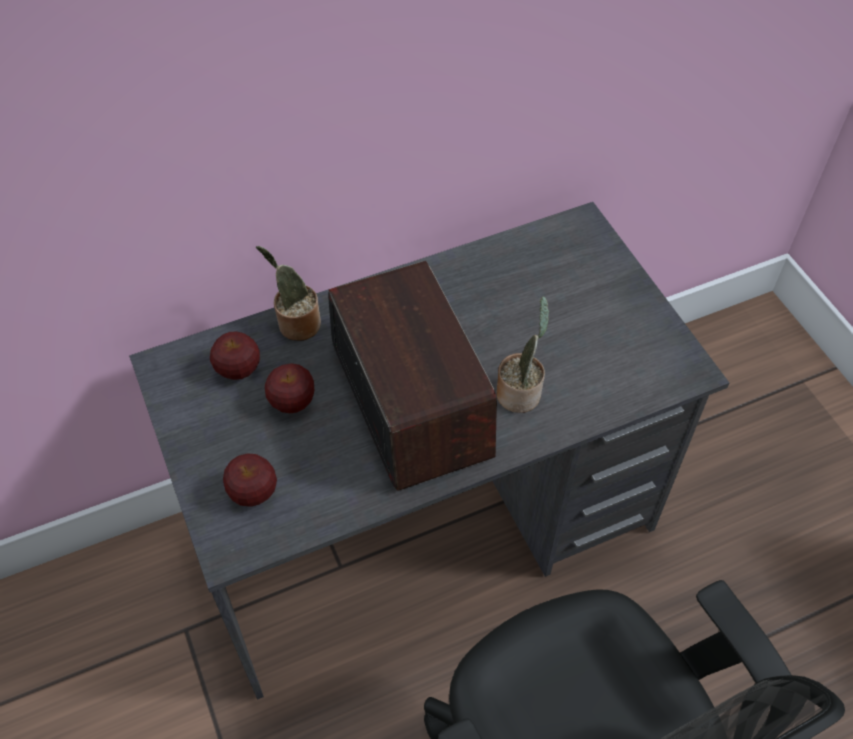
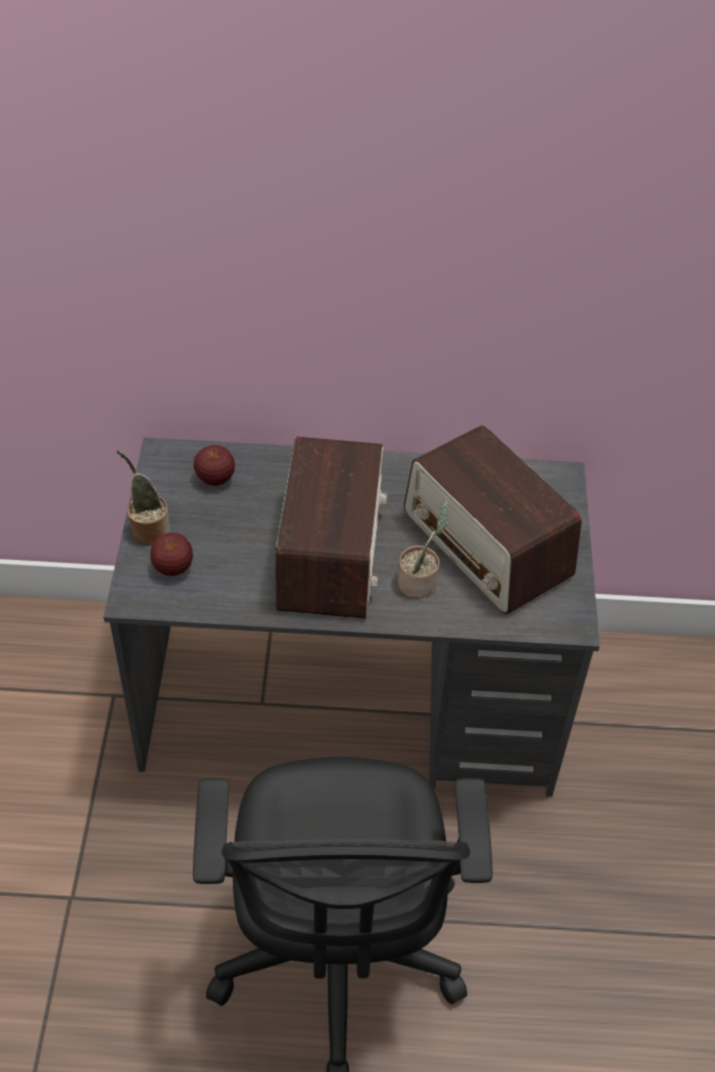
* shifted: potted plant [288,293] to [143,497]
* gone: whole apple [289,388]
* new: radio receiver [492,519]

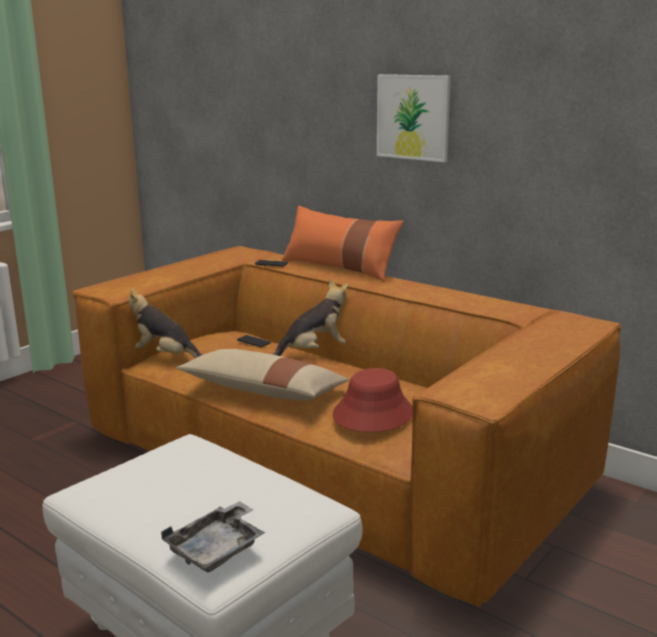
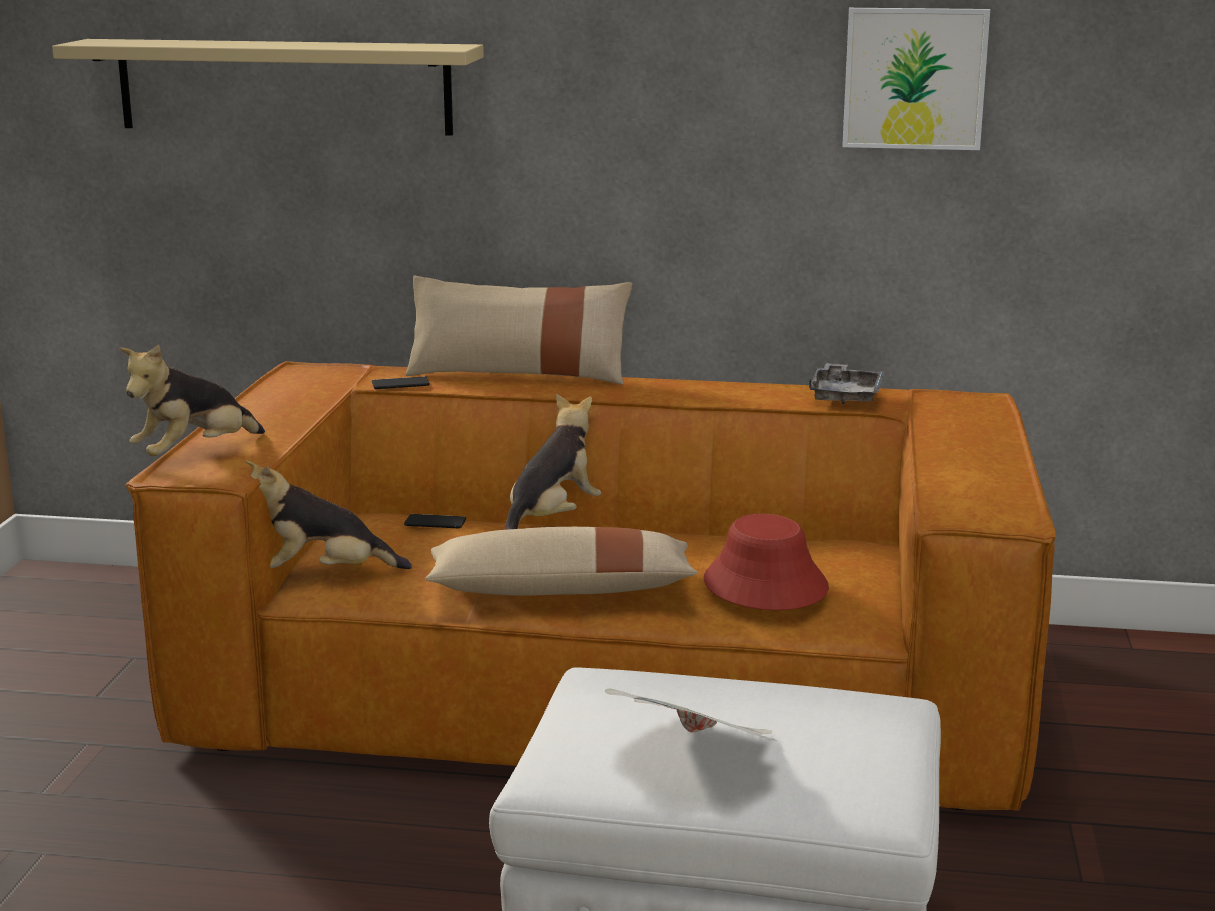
* shifted: picture [414,118] to [916,79]
* repainted: orangey cushion [342,243] to sand-coloured cushion [519,330]
* shifted: greyish serving tray [213,536] to [847,383]
* new: sand-coloured shelf [268,87]
* new: soft toy [192,400]
* new: daily paper [691,714]

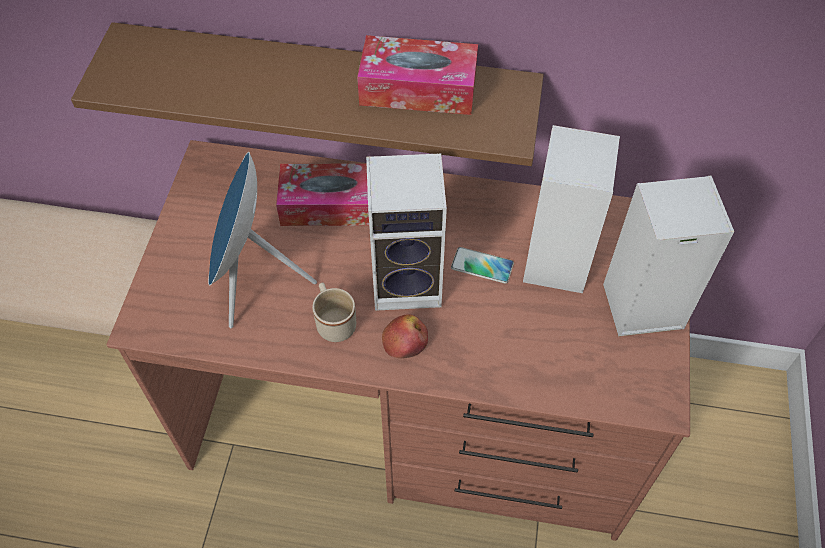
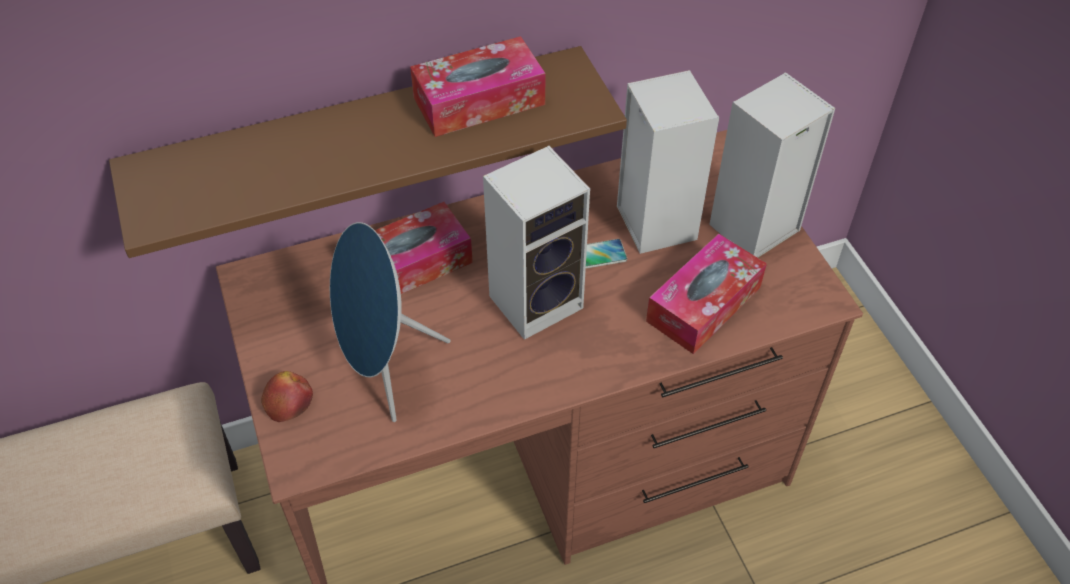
* gone: sand-coloured tea mug [334,312]
* shifted: whole apple [405,336] to [287,396]
* new: tissue box [706,294]

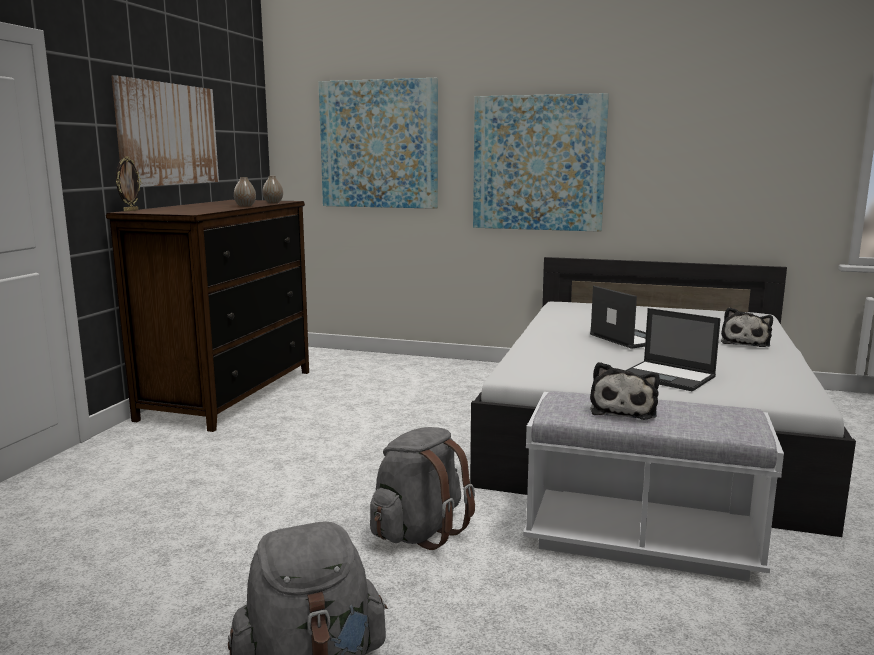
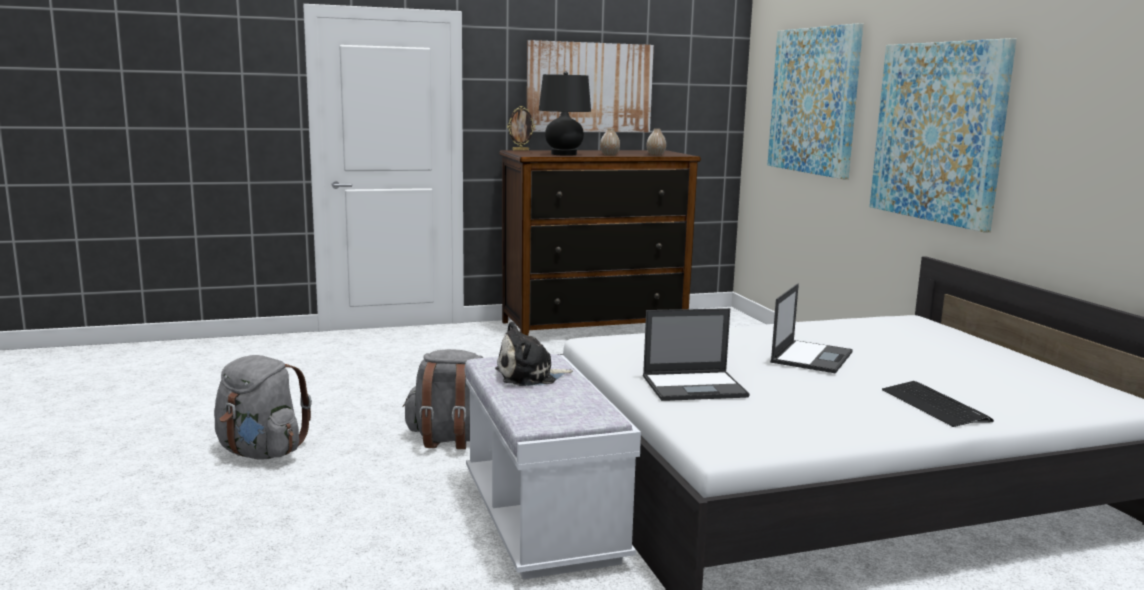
* swapped: soft toy [747,327] to computer keyboard [938,404]
* rotated: notebook computer [673,350] = [696,354] 105 degrees counterclockwise
* new: black lamp for a table [565,114]

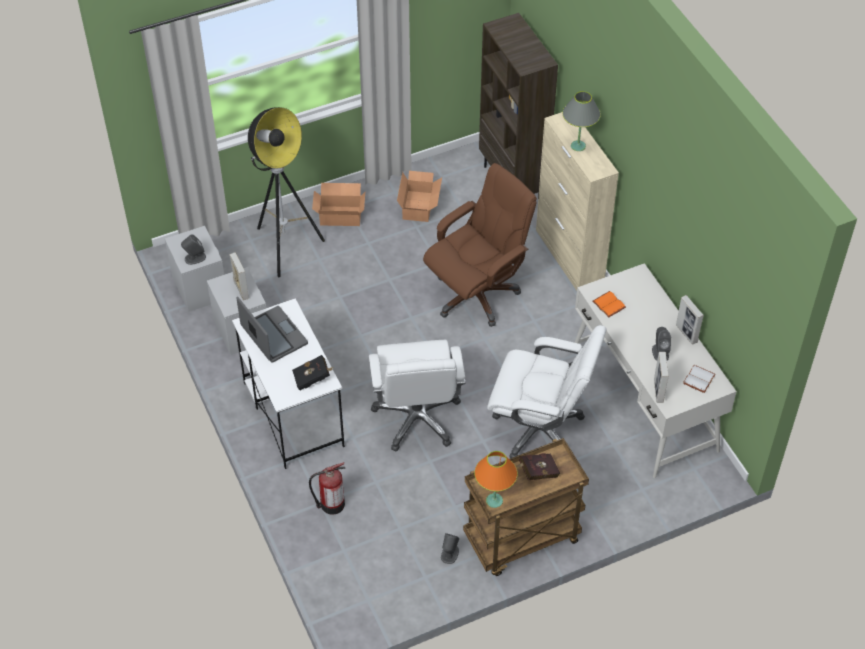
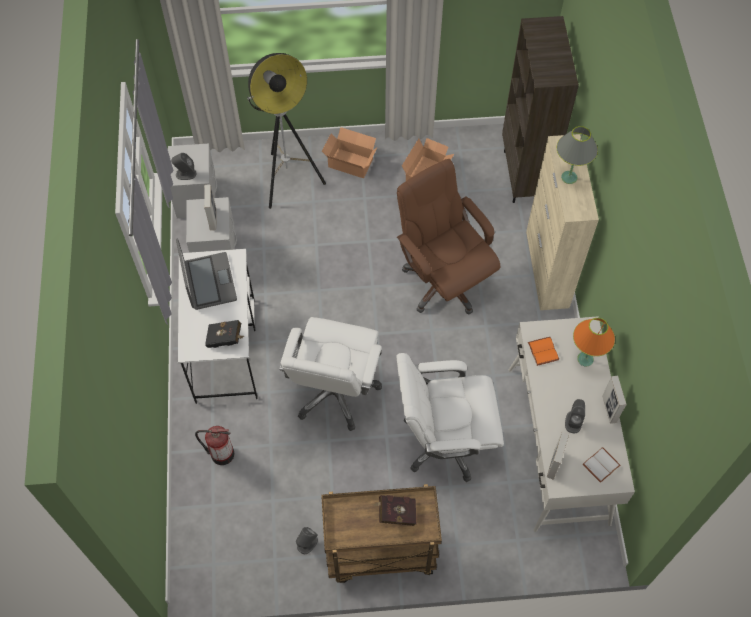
* rotated: brownish office chair [480,245] = [449,236] 105 degrees counterclockwise
* rotated: white office chair [546,391] = [450,417] 135 degrees clockwise
* shifted: orangey lamp for a table [496,479] to [594,342]

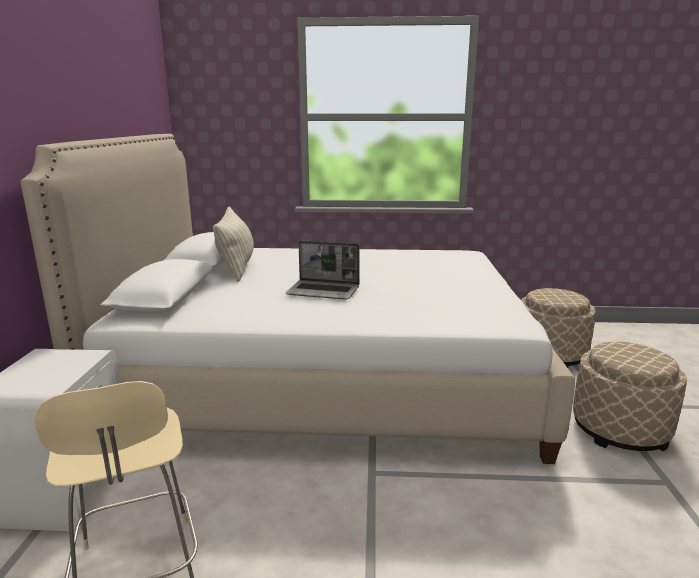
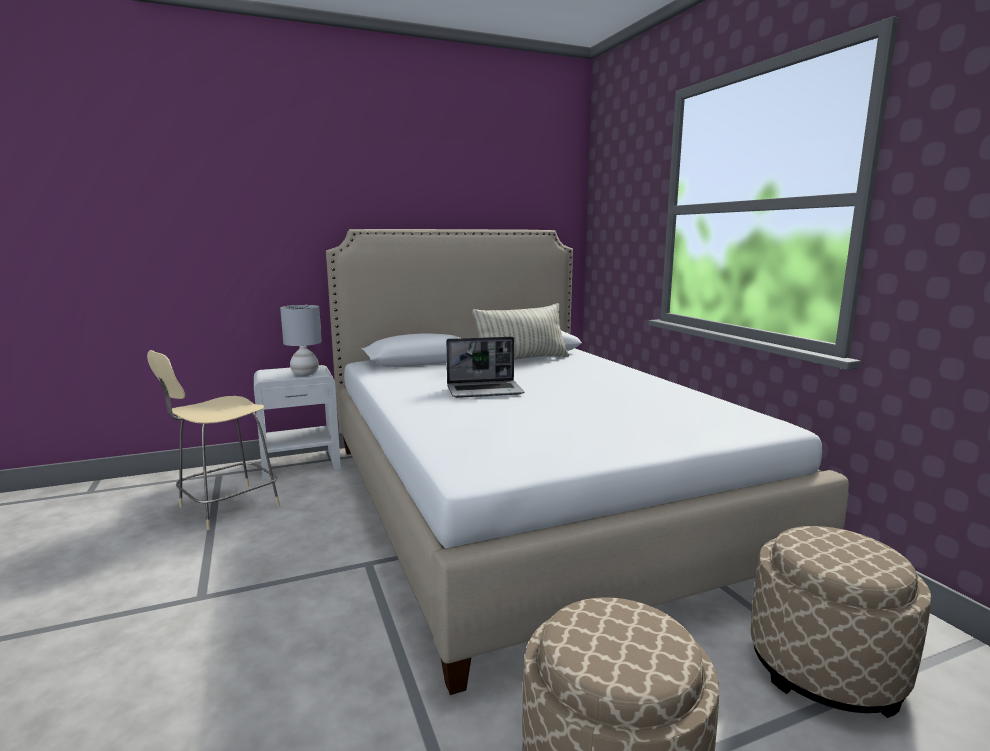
* rotated: notebook computer [322,270] = [485,367] 90 degrees counterclockwise
* new: greyish lamp for a table [301,340]

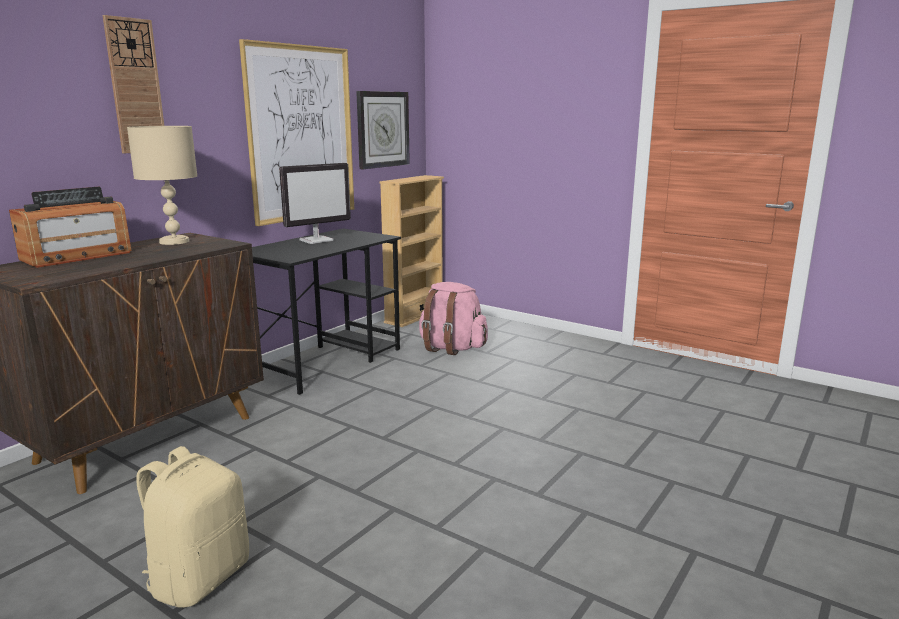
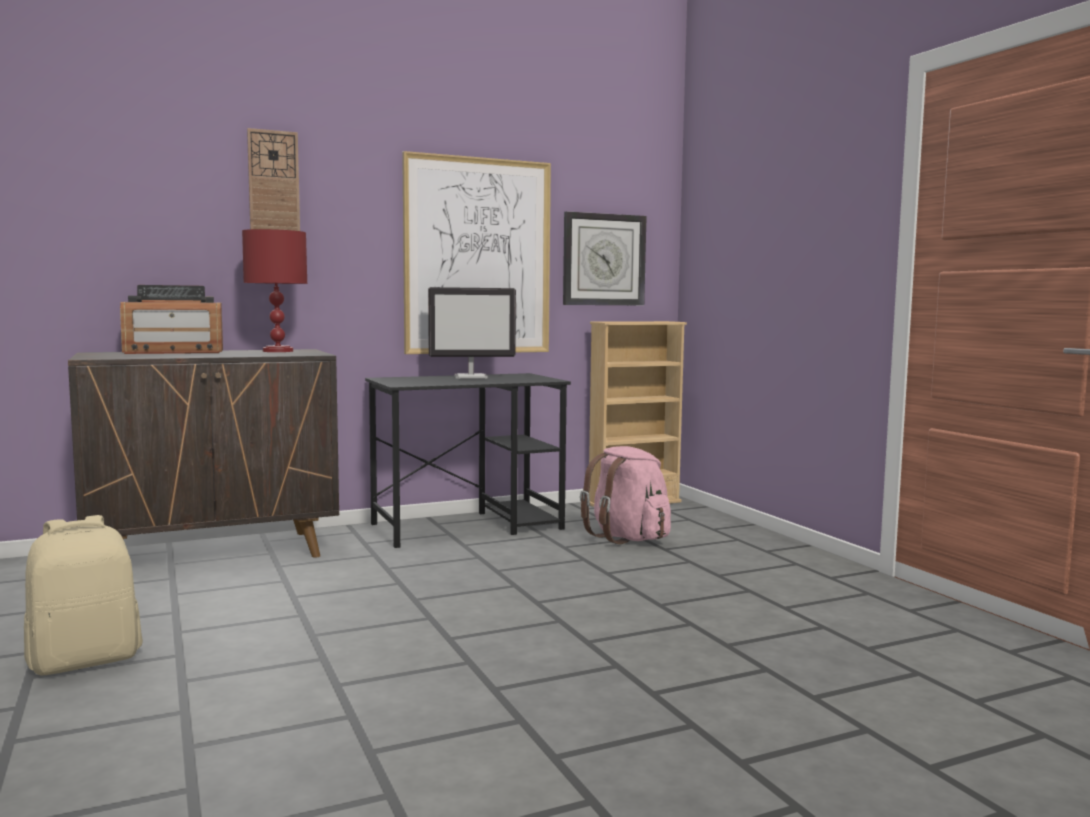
* repainted: sand-coloured lamp for a table [162,185] to red lamp for a table [275,290]

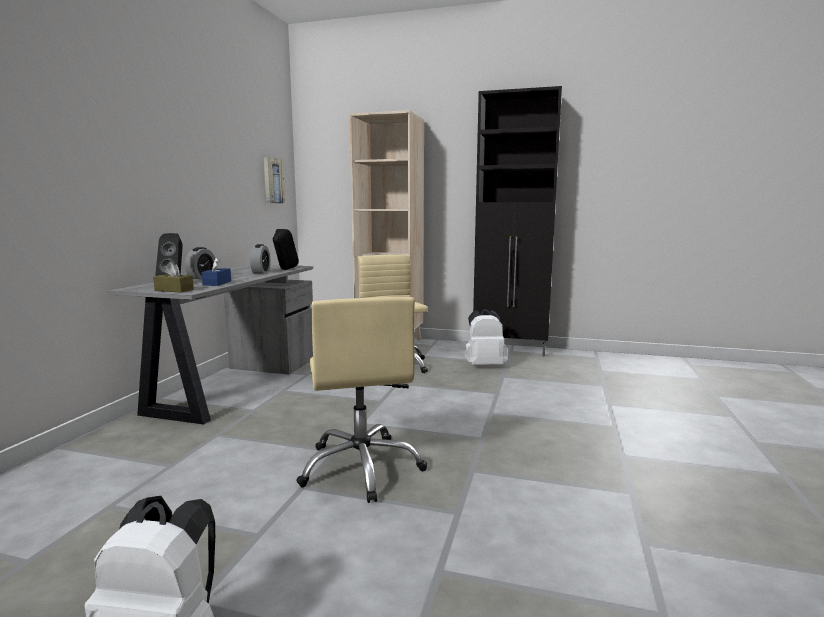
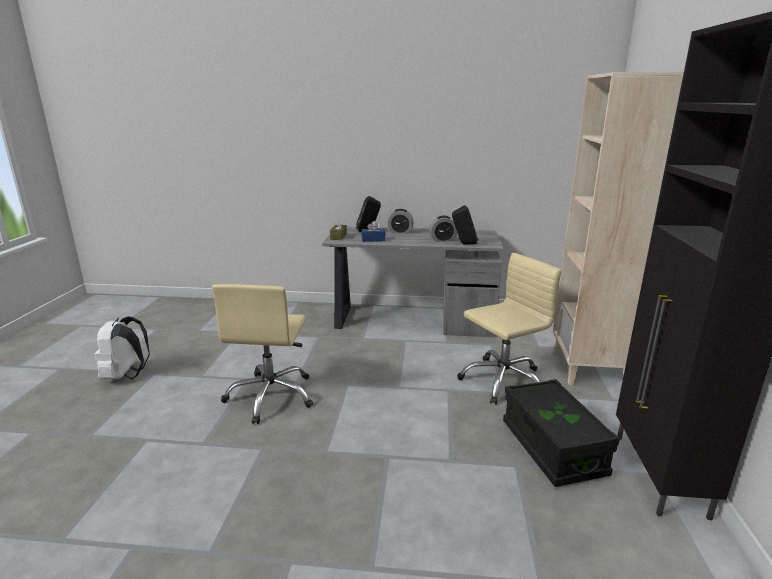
* gone: picture [274,180]
* rotated: sand-coloured office chair [361,400] = [262,354] 60 degrees counterclockwise
* swapped: white backpack [486,337] to black storage container [561,433]

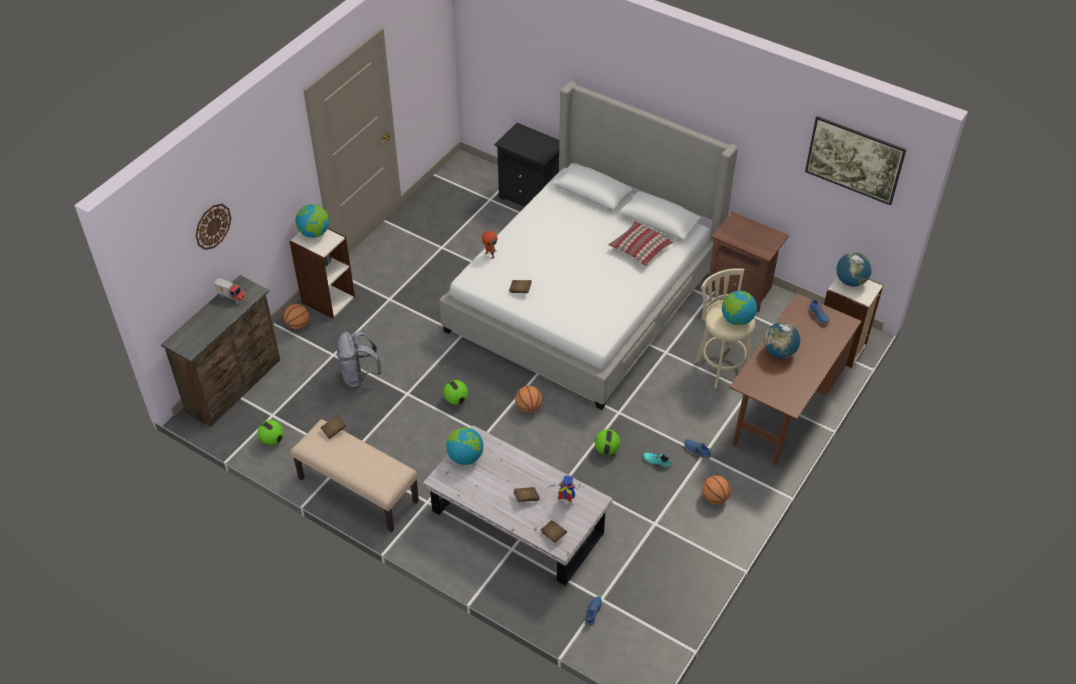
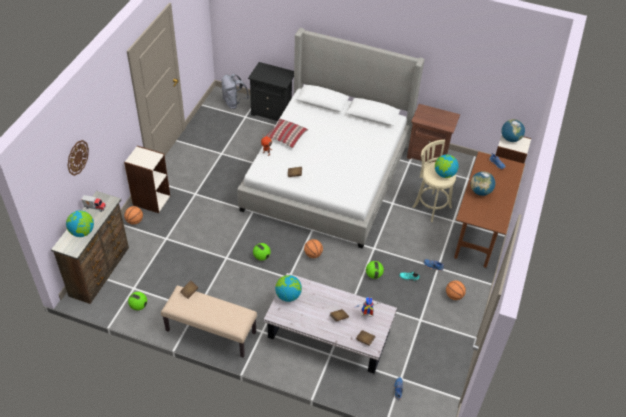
* gone: picture [855,161]
* shifted: globe [312,221] to [80,223]
* shifted: cushion [641,243] to [286,133]
* shifted: greyish backpack [359,359] to [235,91]

